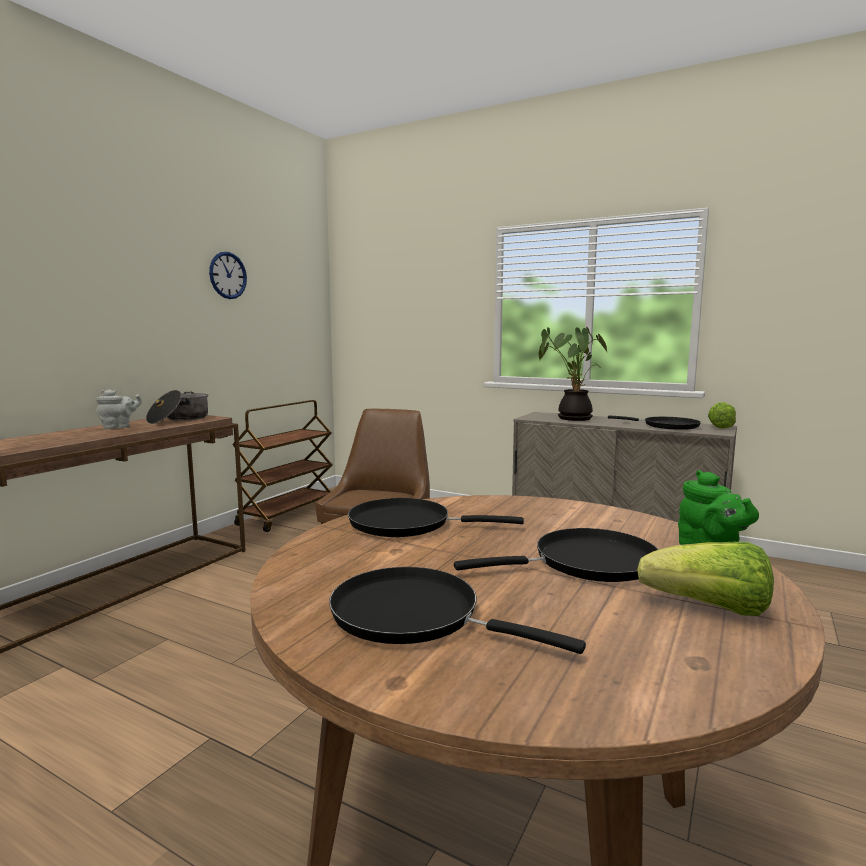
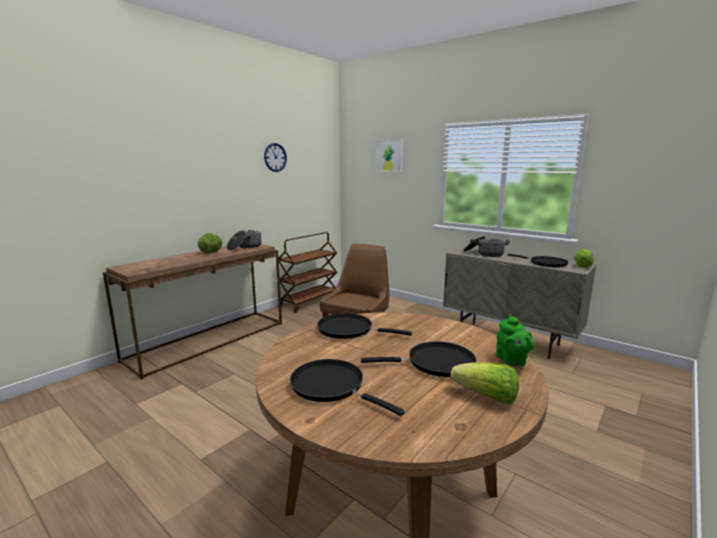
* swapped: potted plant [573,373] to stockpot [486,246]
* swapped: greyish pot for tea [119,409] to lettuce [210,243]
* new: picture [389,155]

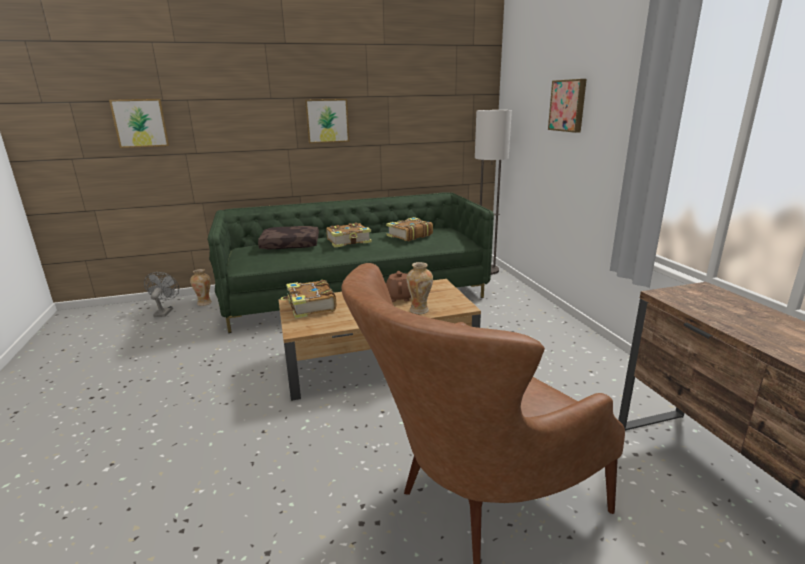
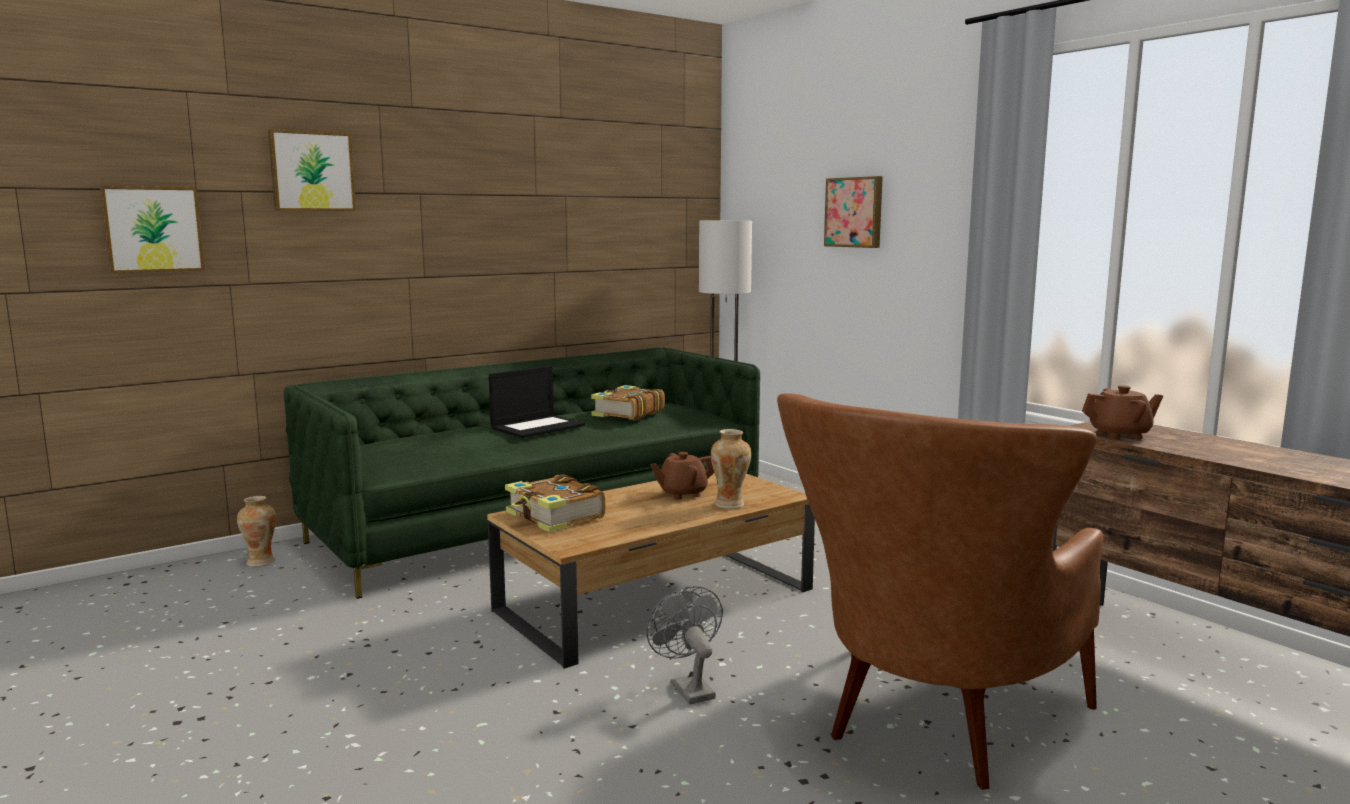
* shifted: picture [327,121] to [312,170]
* swapped: volume [349,235] to notebook computer [537,402]
* gone: brownish cushion [288,237]
* shifted: greyish electric fan [161,294] to [684,645]
* new: brownish pot for tea [1122,412]

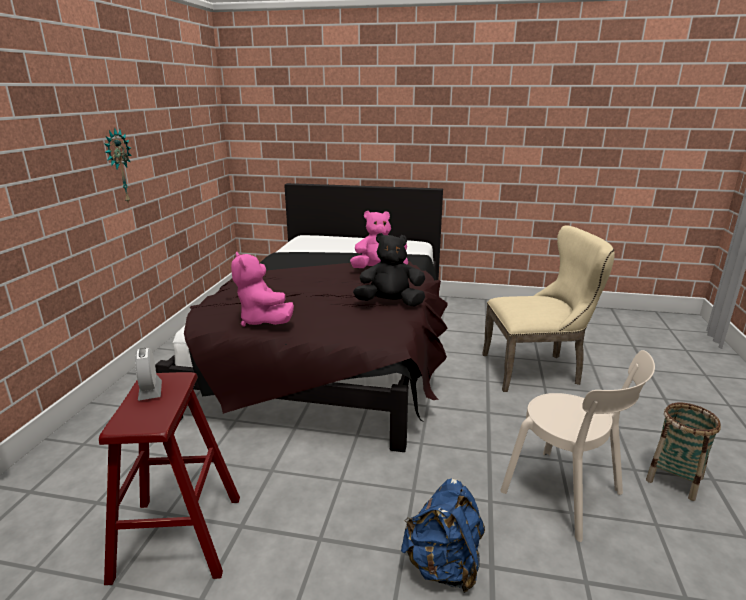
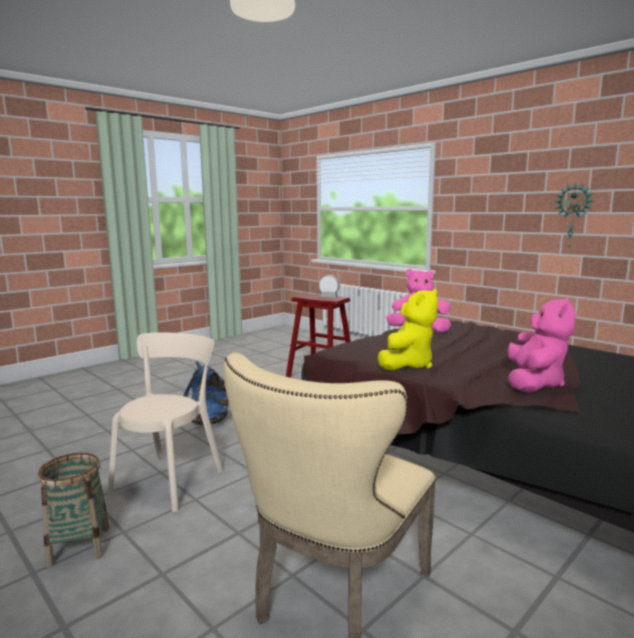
* repainted: black soft toy [389,269] to yellowish soft toy [408,330]
* rotated: sand-coloured plain chair [578,446] = [165,422] 120 degrees clockwise

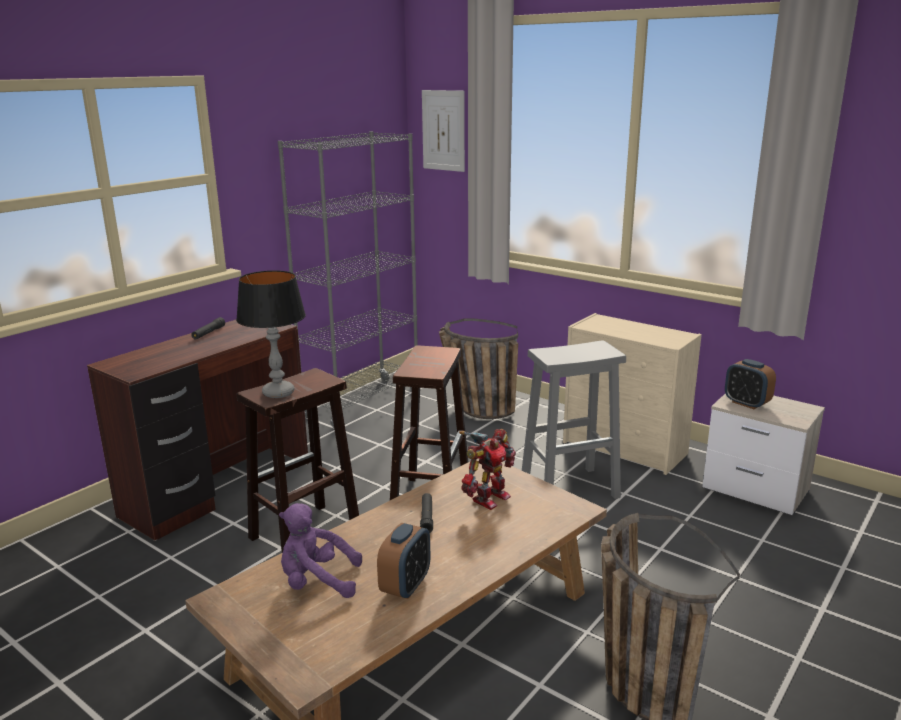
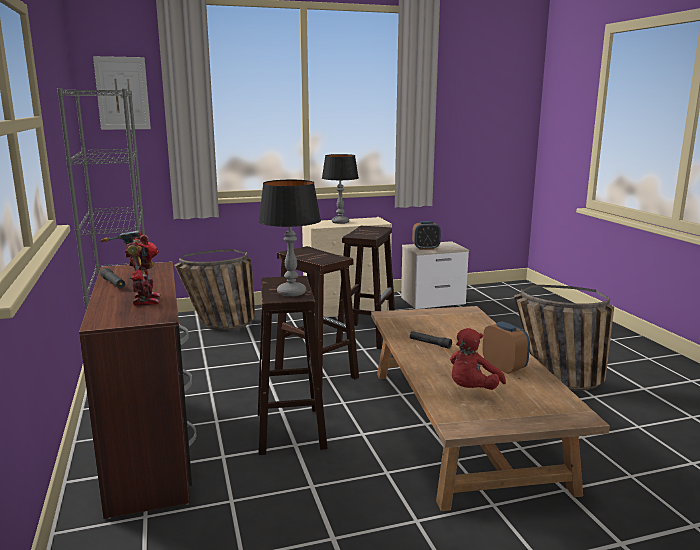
* repainted: greyish stool seat [574,419] to brownish stool seat [365,288]
* shifted: robot figure [487,469] to [130,268]
* repainted: purple soft toy [320,550] to red soft toy [478,359]
* new: lamp for a table [340,189]

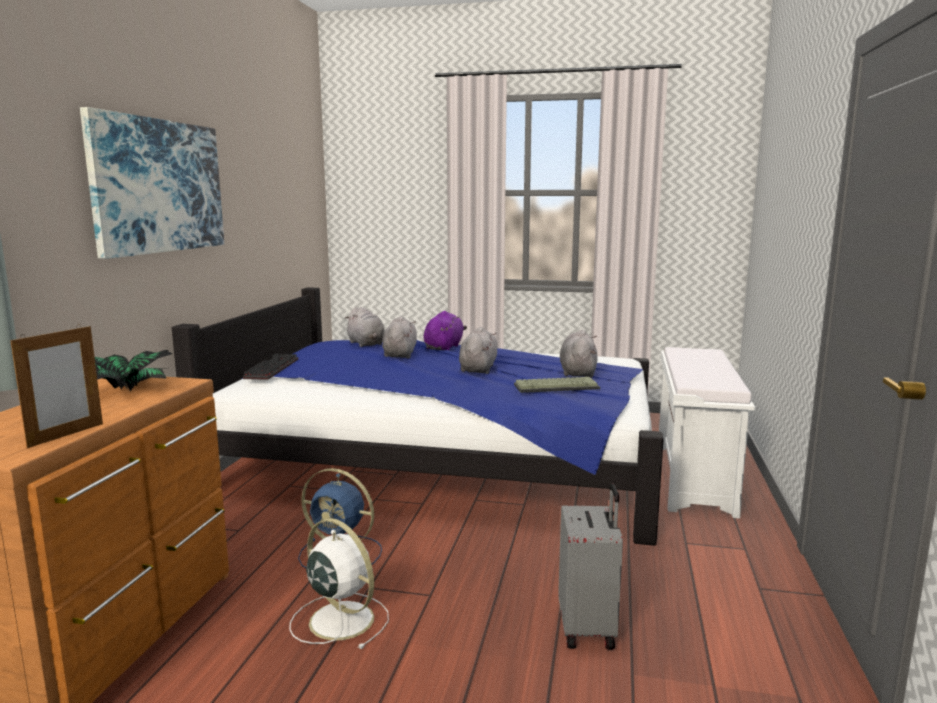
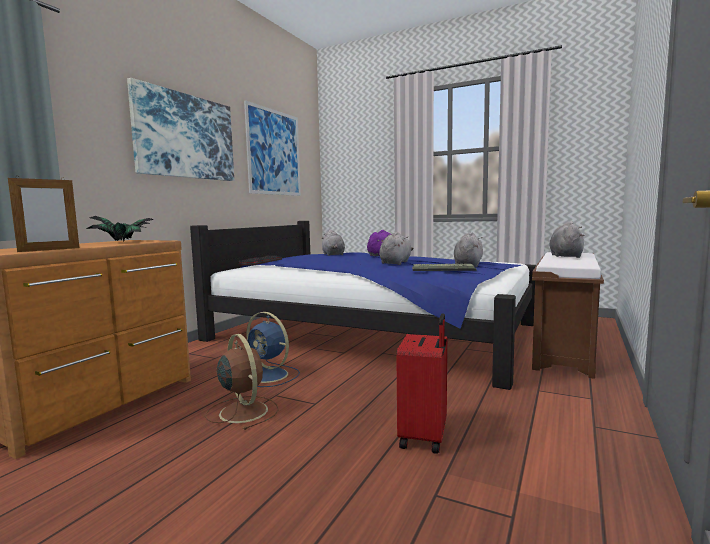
* shifted: greyish soft toy [399,337] to [567,239]
* repainted: white indoor bench [707,433] to brownish indoor bench [568,315]
* repainted: greyish travel case [590,567] to red travel case [421,383]
* repainted: white electric fan [339,583] to brownish electric fan [242,382]
* new: picture [272,148]

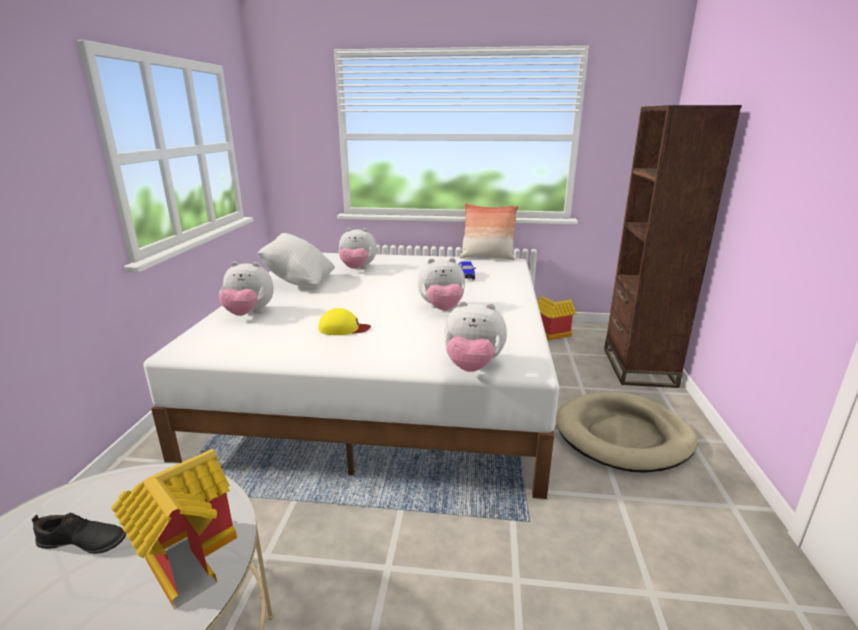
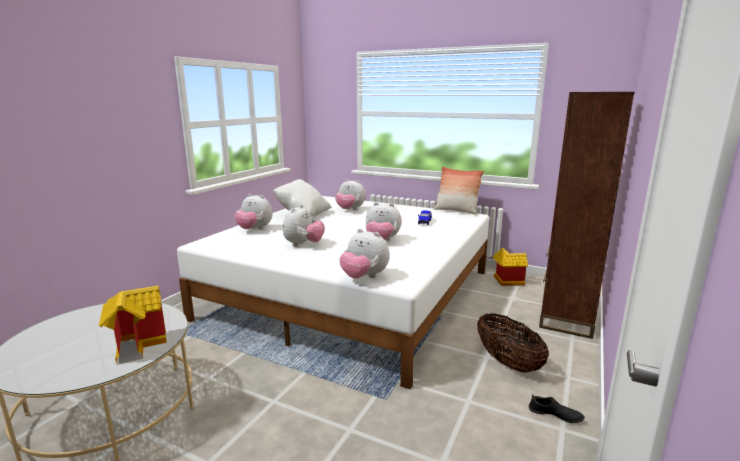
* swapped: yellowish baseball cap [345,321] to soft toy [304,225]
* swapped: sand-coloured dog bed [627,432] to basket [513,343]
* shifted: black low shoe [79,533] to [557,408]

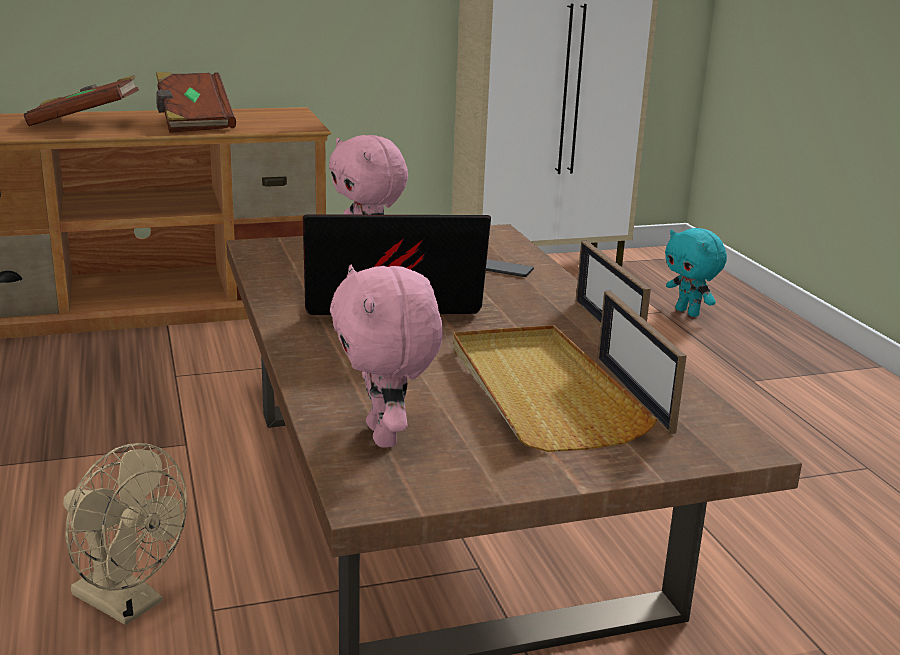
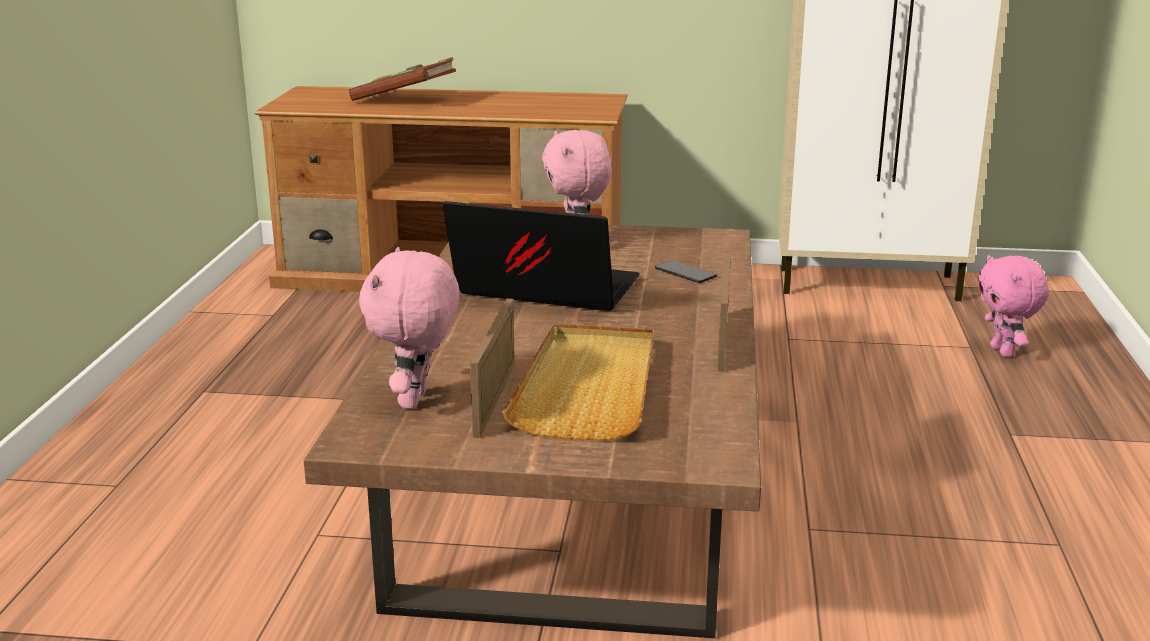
* gone: brownish volume [196,102]
* repainted: turquoise-coloured soft toy [696,272] to pink-coloured soft toy [1013,306]
* shifted: picture frame [642,362] to [492,368]
* gone: sand-coloured electric fan [125,534]

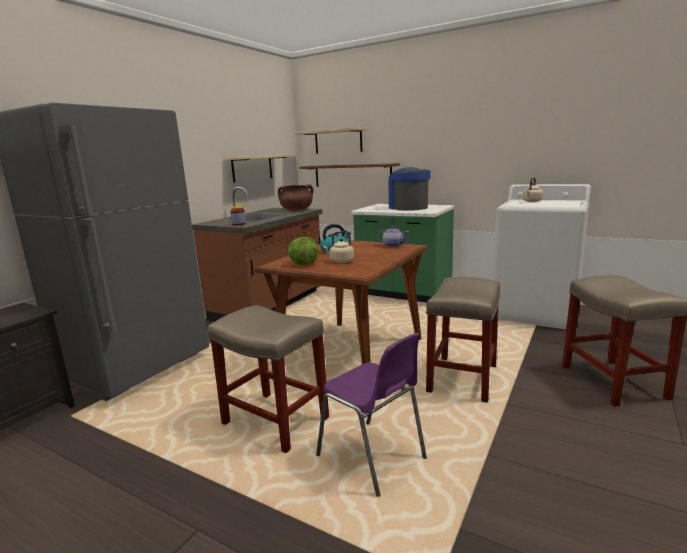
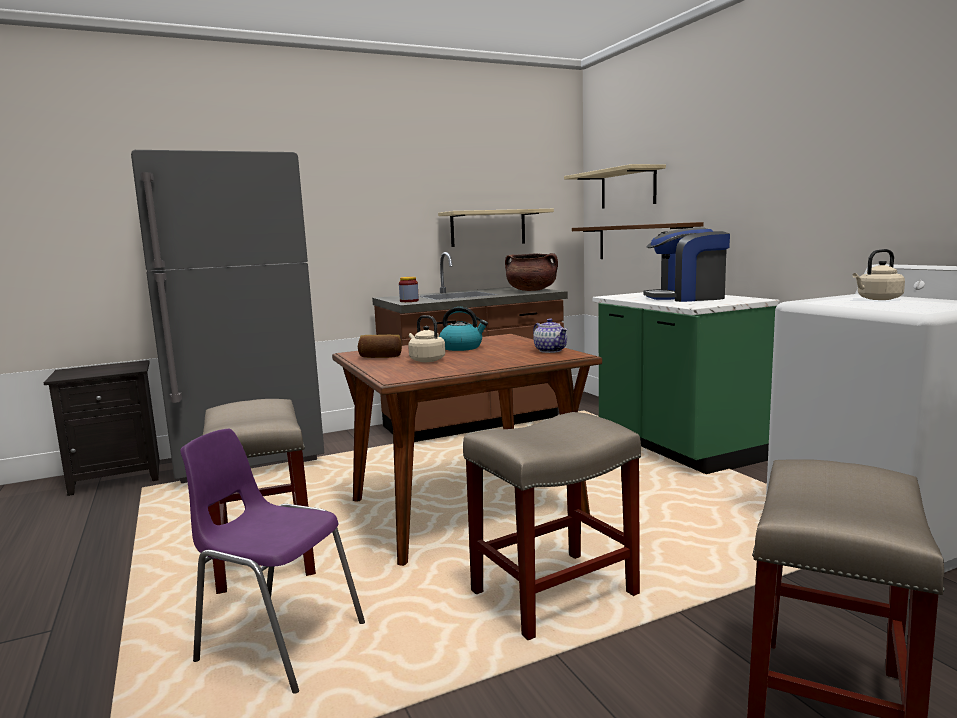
* rotated: coffee maker [409,189] = [686,264] 105 degrees counterclockwise
* swapped: lettuce [303,251] to bakery bread [380,346]
* rotated: purple plain chair [371,415] = [273,561] 120 degrees clockwise

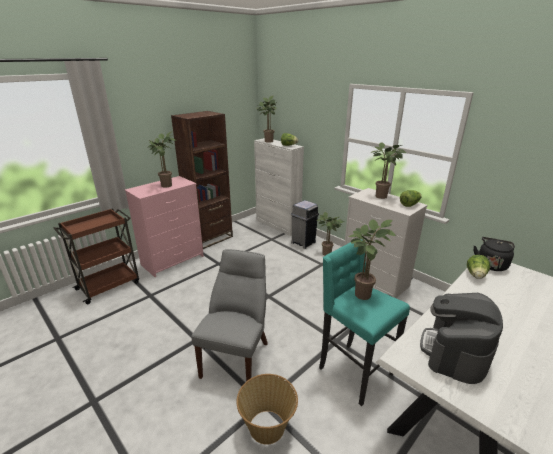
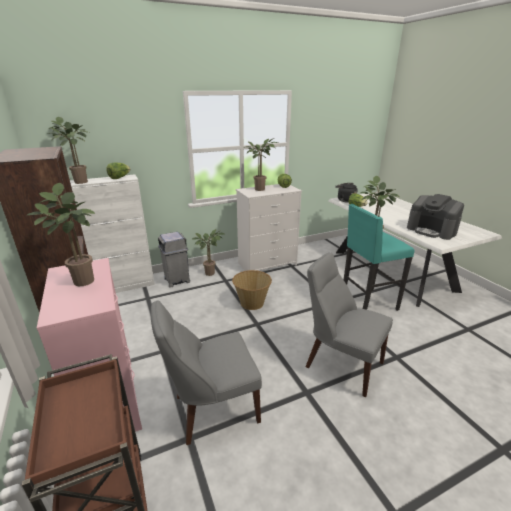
* shifted: basket [267,409] to [252,290]
* new: greyish plain chair [206,372]

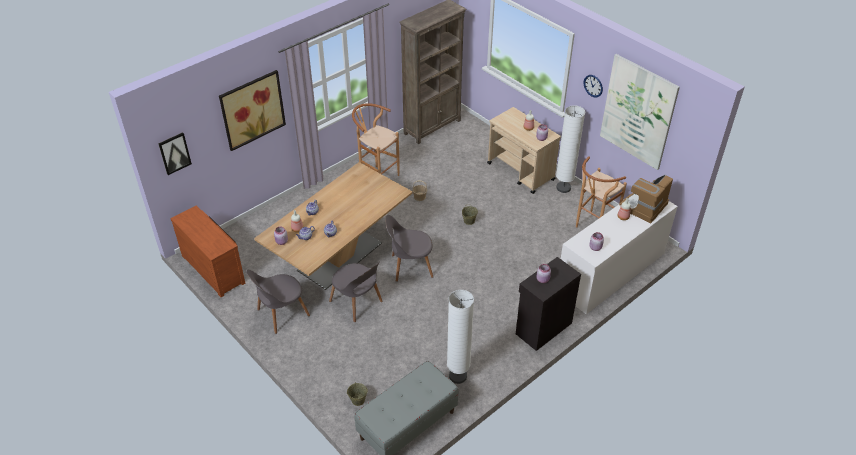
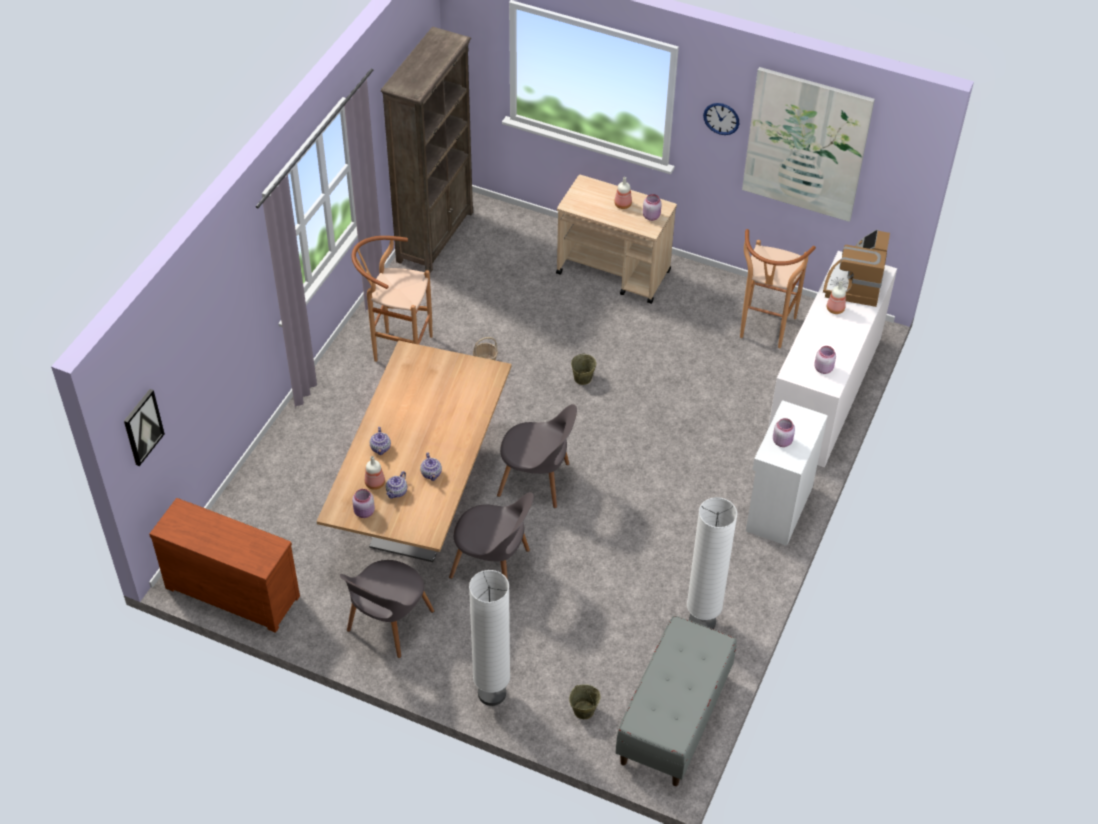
* gone: picture [252,110]
* shifted: white standard lamp [570,149] to [489,638]
* rotated: greyish plain chair [409,248] = [537,456] 135 degrees counterclockwise
* repainted: black storage cabinet [548,304] to white storage cabinet [787,473]

